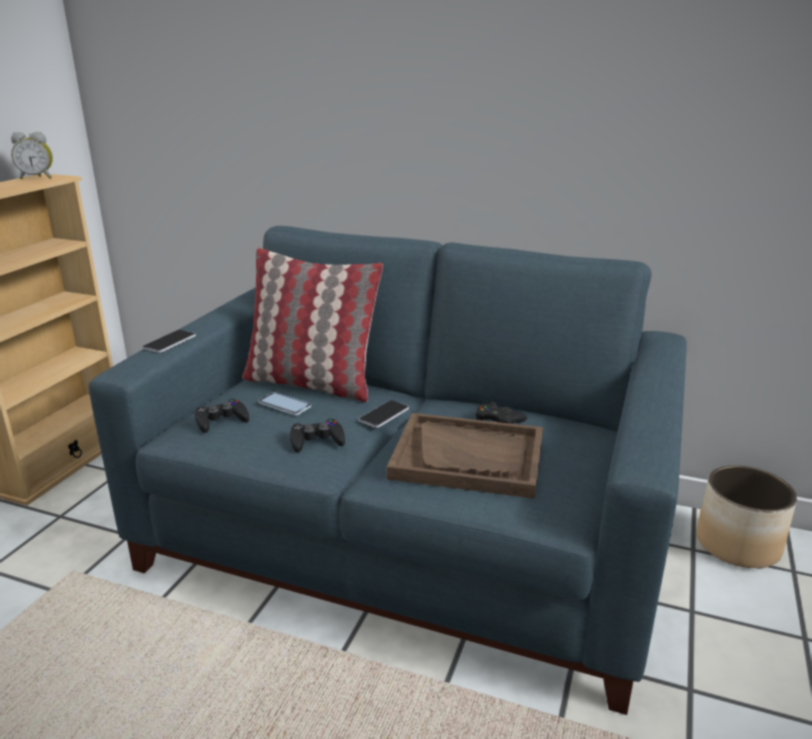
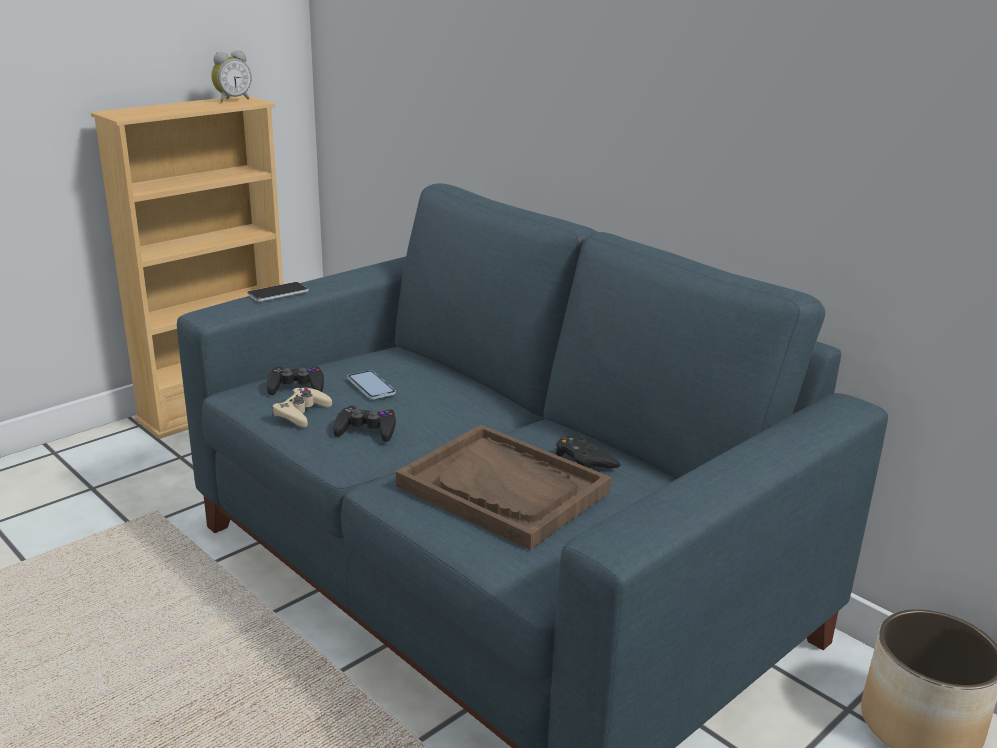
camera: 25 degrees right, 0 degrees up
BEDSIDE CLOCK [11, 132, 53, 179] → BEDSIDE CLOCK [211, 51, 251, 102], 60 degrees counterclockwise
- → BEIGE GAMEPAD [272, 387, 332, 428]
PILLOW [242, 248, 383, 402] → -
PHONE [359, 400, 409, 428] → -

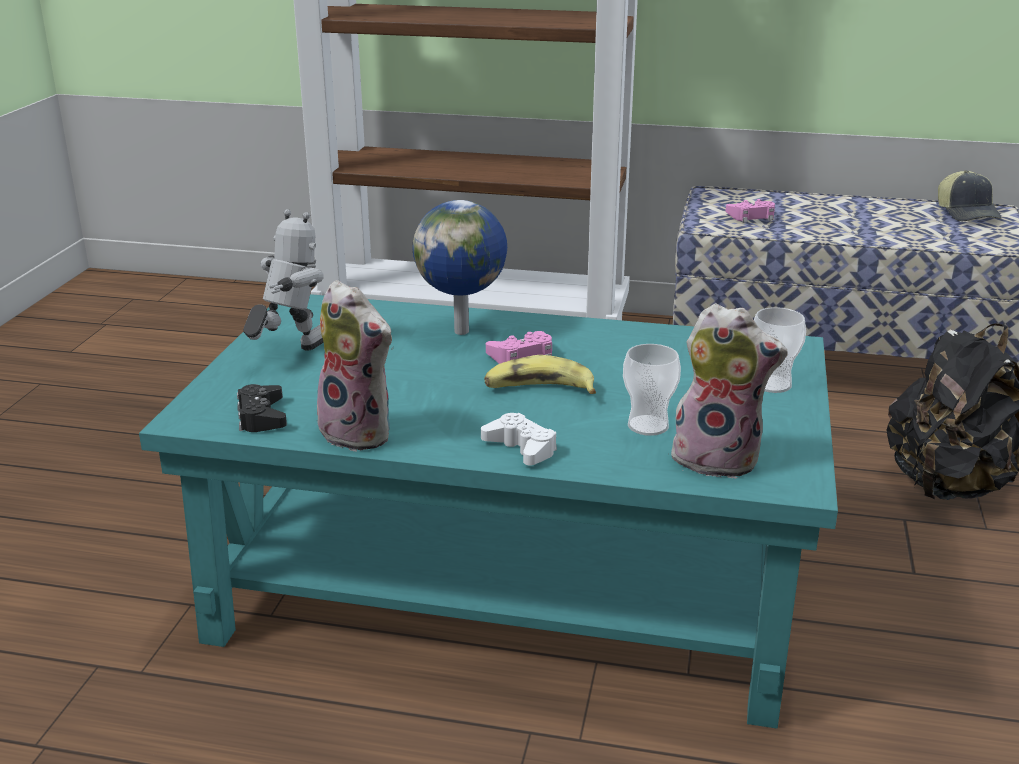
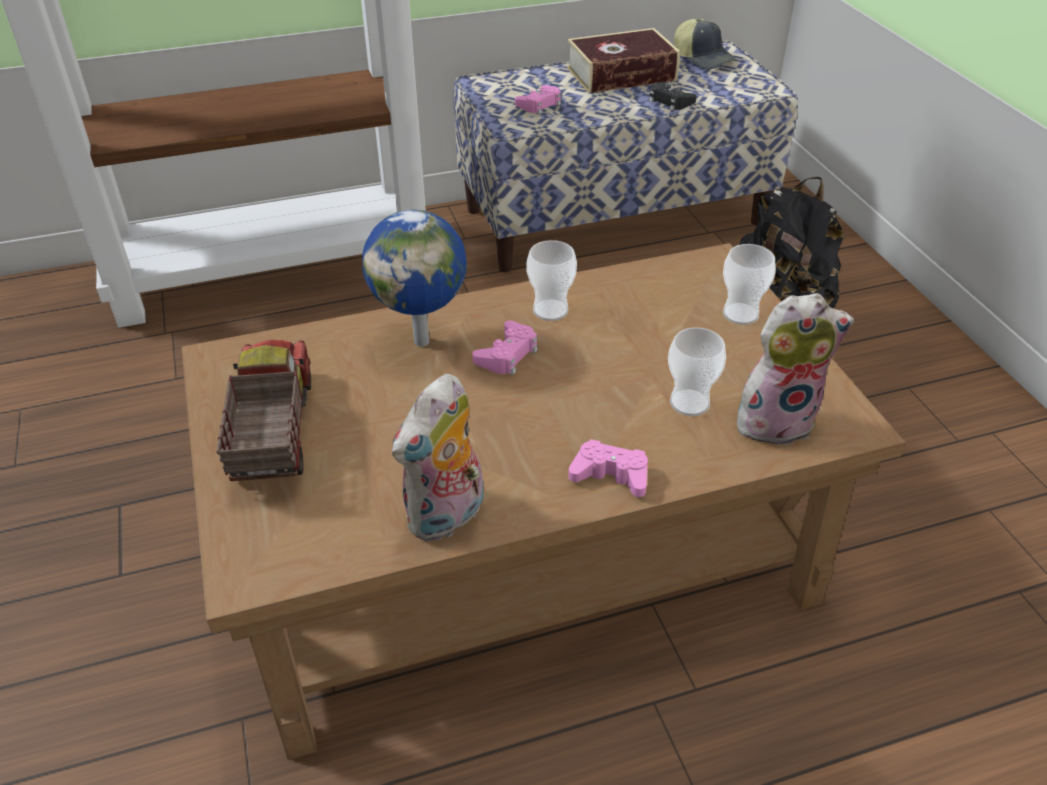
camera: 30 degrees left, 15 degrees up
TURQUOISE-COLOURED LOUNGE TABLE [139, 294, 838, 728] → BROWN-COLOURED LOUNGE TABLE [182, 243, 906, 760]
TOY ROBOT [243, 209, 324, 351] → TOY LORRY [216, 340, 311, 481]
PLUSH TOY [314, 280, 393, 451] → PLUSH TOY [392, 374, 484, 542], 120 degrees clockwise
- → DRINKING CUP [526, 240, 577, 321]
- → VOLUME [567, 28, 680, 93]
WHITE GAMEPAD [481, 413, 557, 465] → PINK-COLOURED GAMEPAD [568, 439, 648, 497]
BLACKISH GAMEPAD [237, 384, 287, 432] → BLACKISH GAMEPAD [649, 82, 697, 111], moved
BANANA [484, 355, 596, 394] → -

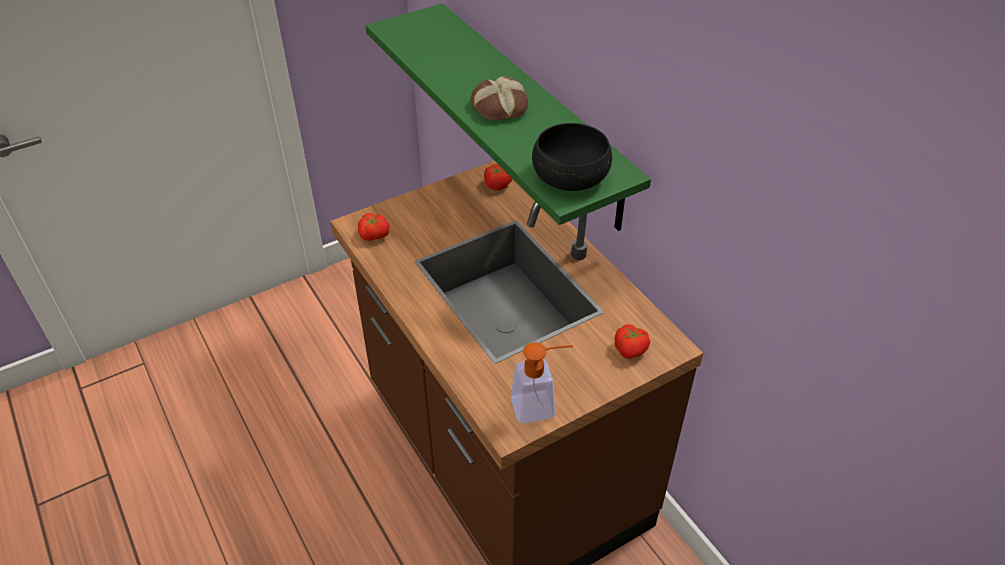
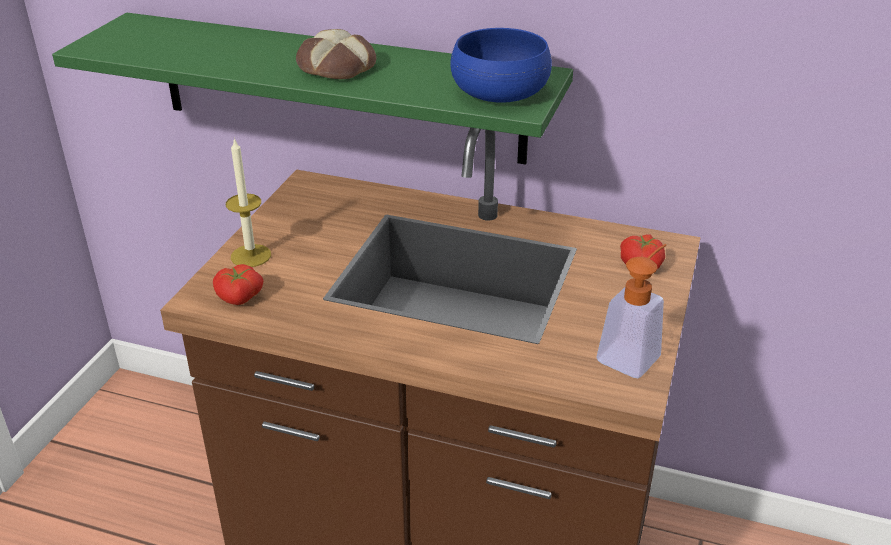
camera: 40 degrees left, 10 degrees down
- → WAX LIGHT [226, 137, 271, 267]
BLACKISH DEEP DISH [532, 123, 612, 191] → BLUISH DEEP DISH [450, 28, 552, 103]
WHOLE TOMATO [484, 164, 513, 190] → -

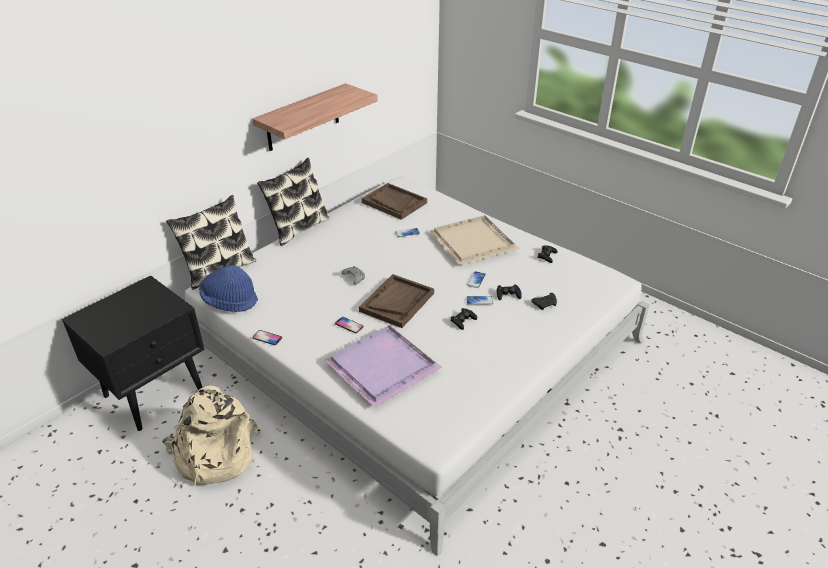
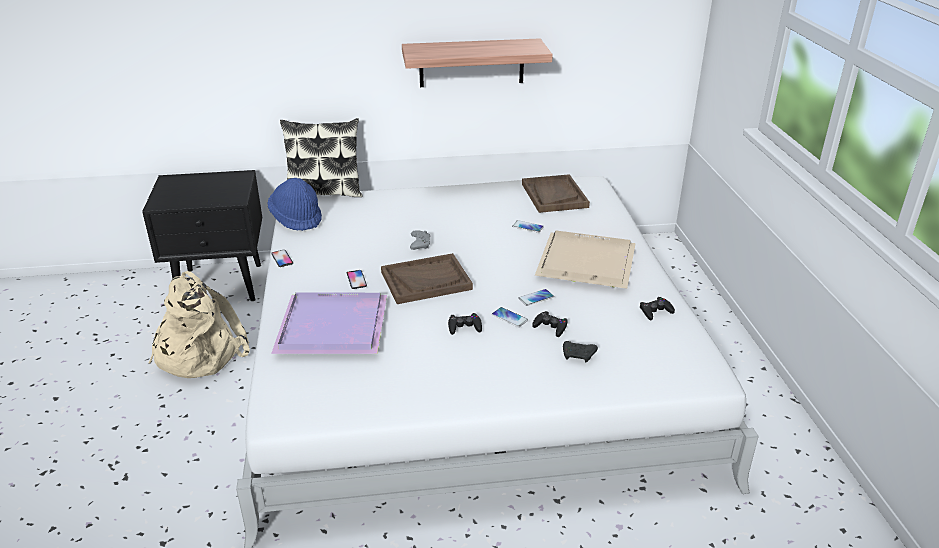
camera: 40 degrees right, 5 degrees down
PILLOW [257, 158, 330, 246] → -

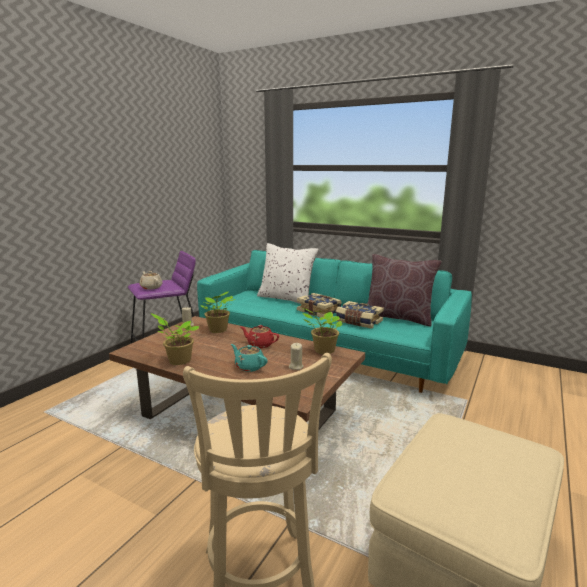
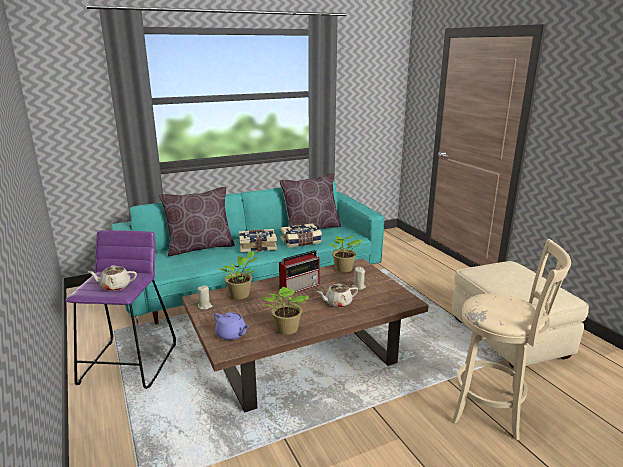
camera: 55 degrees left, 5 degrees up
WHITE PILLOW [257, 243, 319, 304] → BROWN-COLOURED PILLOW [159, 187, 235, 256]
- → PURPLE-COLOURED POT FOR TEA [214, 312, 249, 340]
RED-COLOURED POT FOR TEA [240, 325, 279, 348] → RADIO [279, 250, 320, 293]
TURQUOISE-COLOURED POT FOR TEA [231, 344, 268, 372] → BEIGE POT FOR TEA [317, 284, 358, 308]

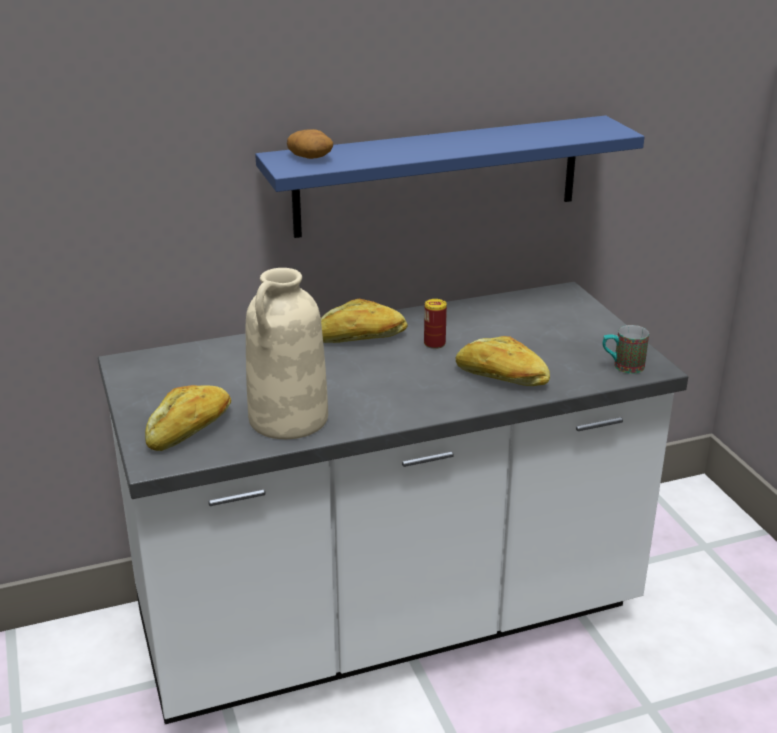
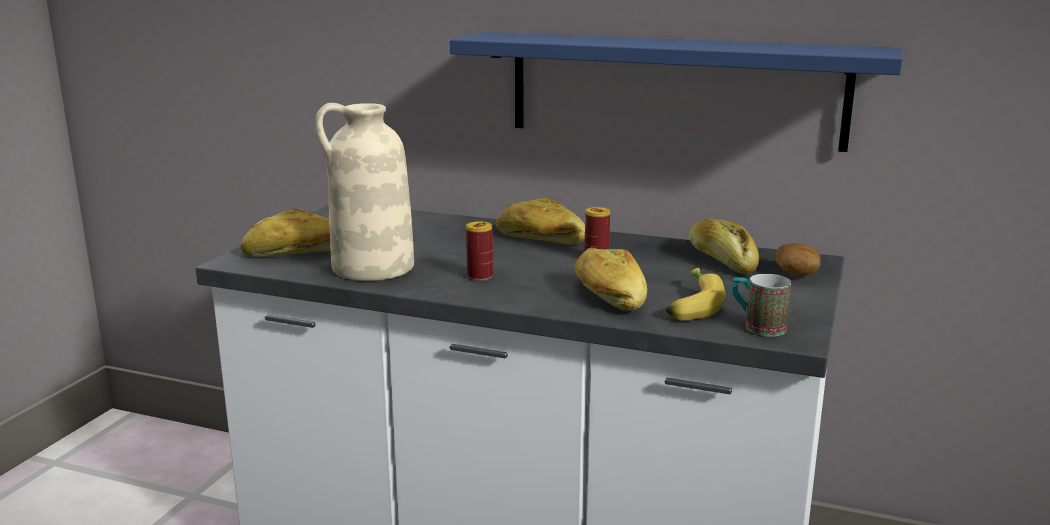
camera: 40 degrees right, 10 degrees down
- → SEALED CAN [466, 221, 493, 281]
- → BANANA [666, 268, 726, 320]
- → BREAD [689, 218, 759, 274]
POTATO [287, 129, 333, 159] → POTATO [775, 243, 820, 275], moved

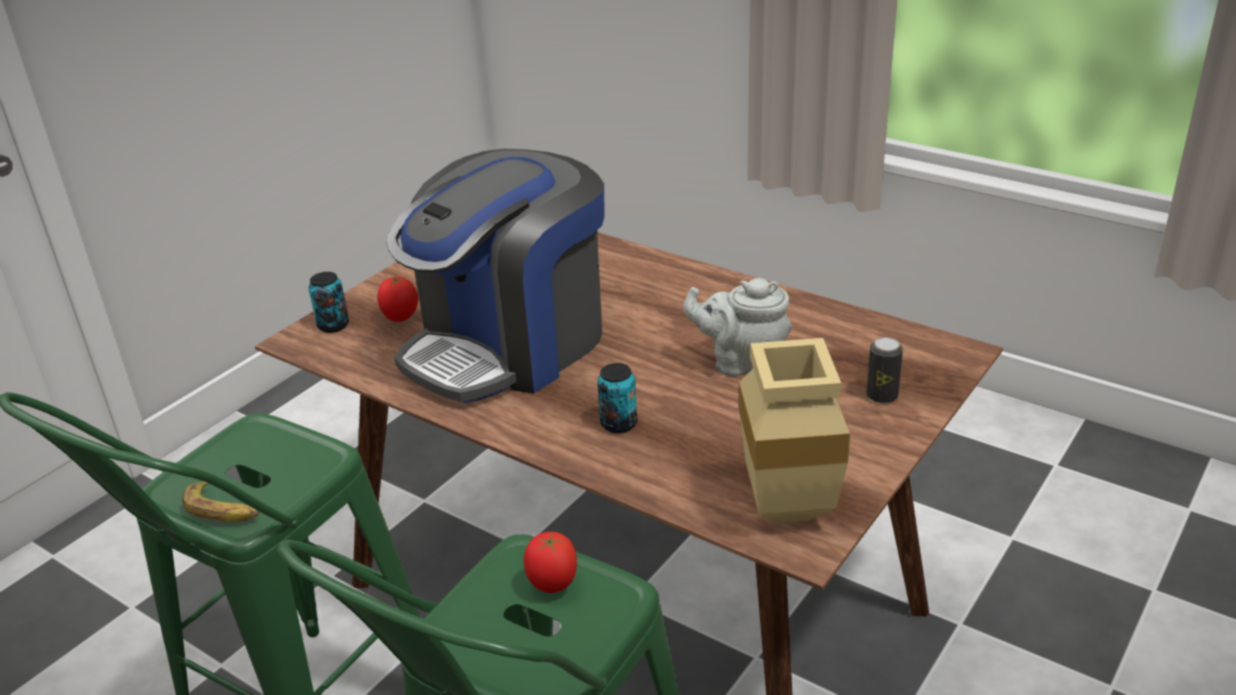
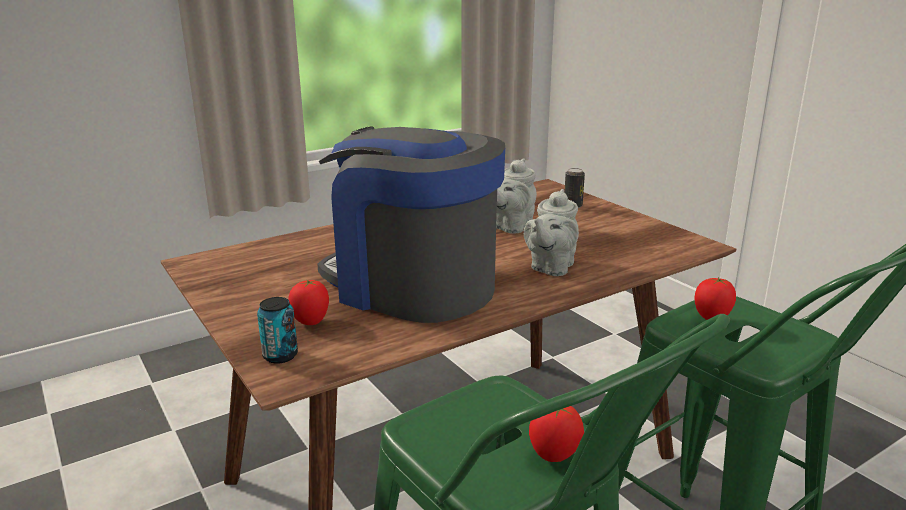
camera: 70 degrees left, 10 degrees down
COFFEE MAKER [386, 149, 605, 403] → COFFEE MAKER [317, 126, 505, 323], 150 degrees clockwise
SEALED CAN [597, 363, 637, 433] → GREYISH POT FOR TEA [524, 189, 579, 276]
BANANA [182, 482, 259, 522] → WHOLE TOMATO [529, 406, 584, 462]
BEIGE VASE [739, 338, 850, 523] → -

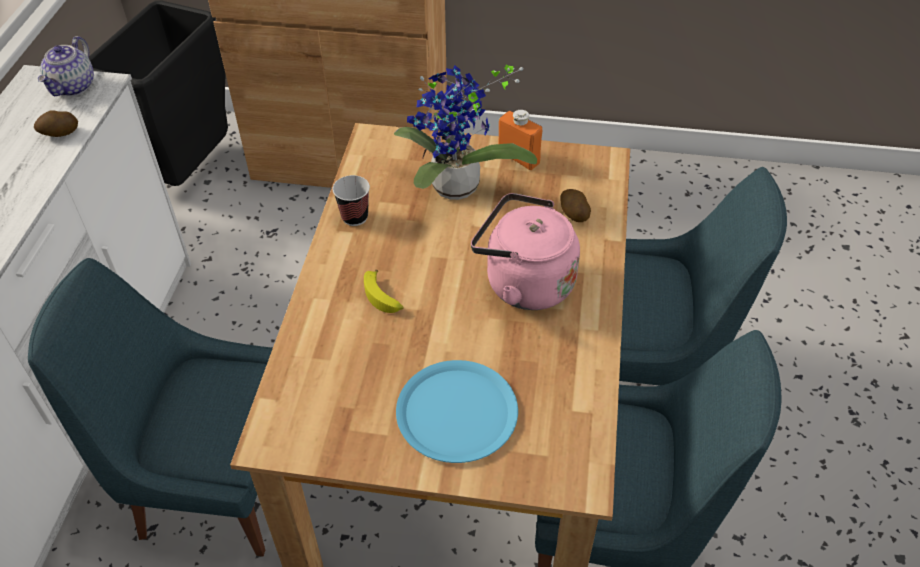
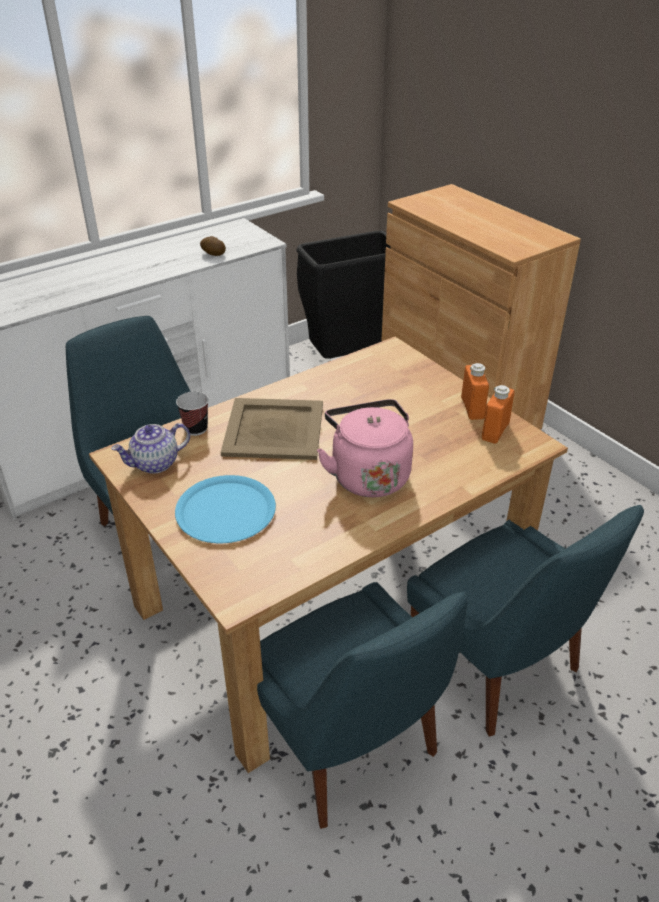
camera: 45 degrees right, 10 degrees down
POT FOR TEA [38, 36, 94, 96] → POT FOR TEA [111, 423, 190, 474], moved
DRINKING CUP [332, 175, 370, 226] → DRINKING CUP [176, 391, 209, 436], moved
BANANA [364, 269, 403, 313] → BEIGE CARRYING TRAY [221, 398, 323, 460]
- → ORANGEY BOTTLE [482, 385, 515, 444]
PLANT IN A POT [394, 64, 537, 200] → -
POTATO [560, 189, 591, 222] → -

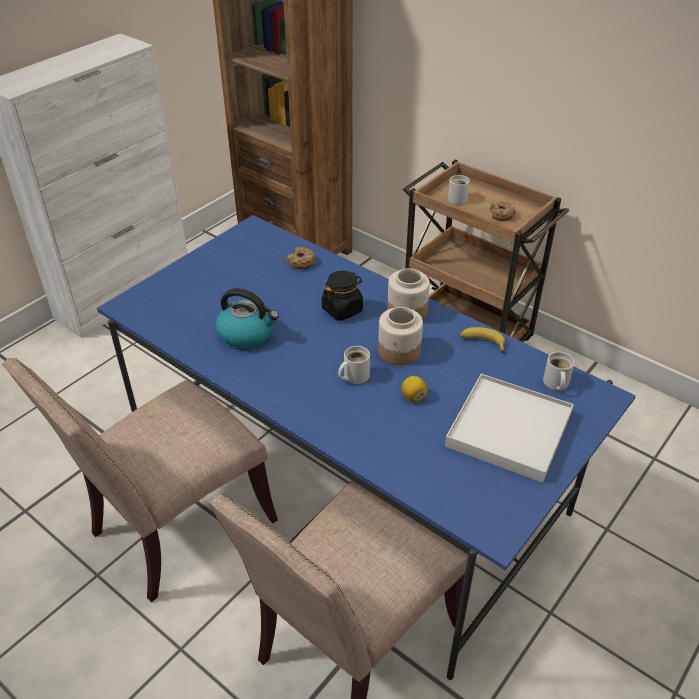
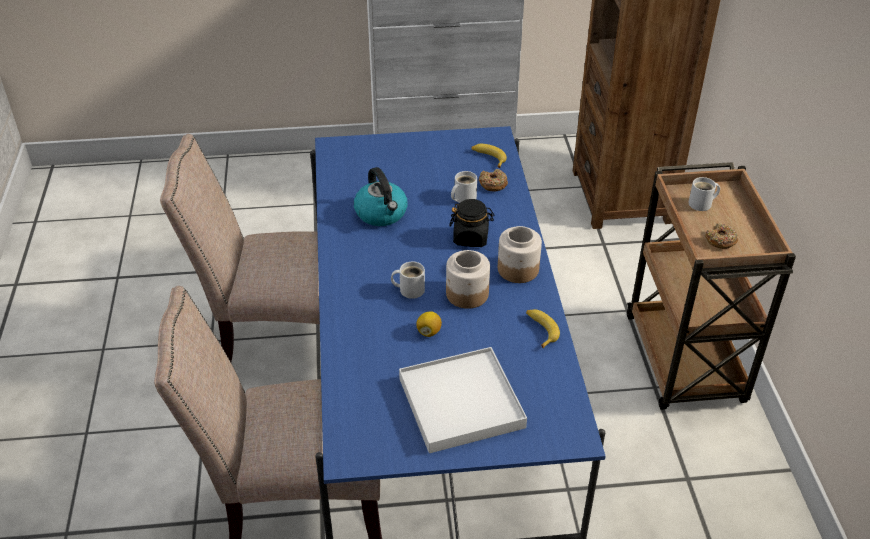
camera: 45 degrees right, 0 degrees up
WHITE MUG [543, 352, 575, 391] → WHITE MUG [451, 171, 477, 203], moved
- → BANANA [471, 144, 507, 168]

